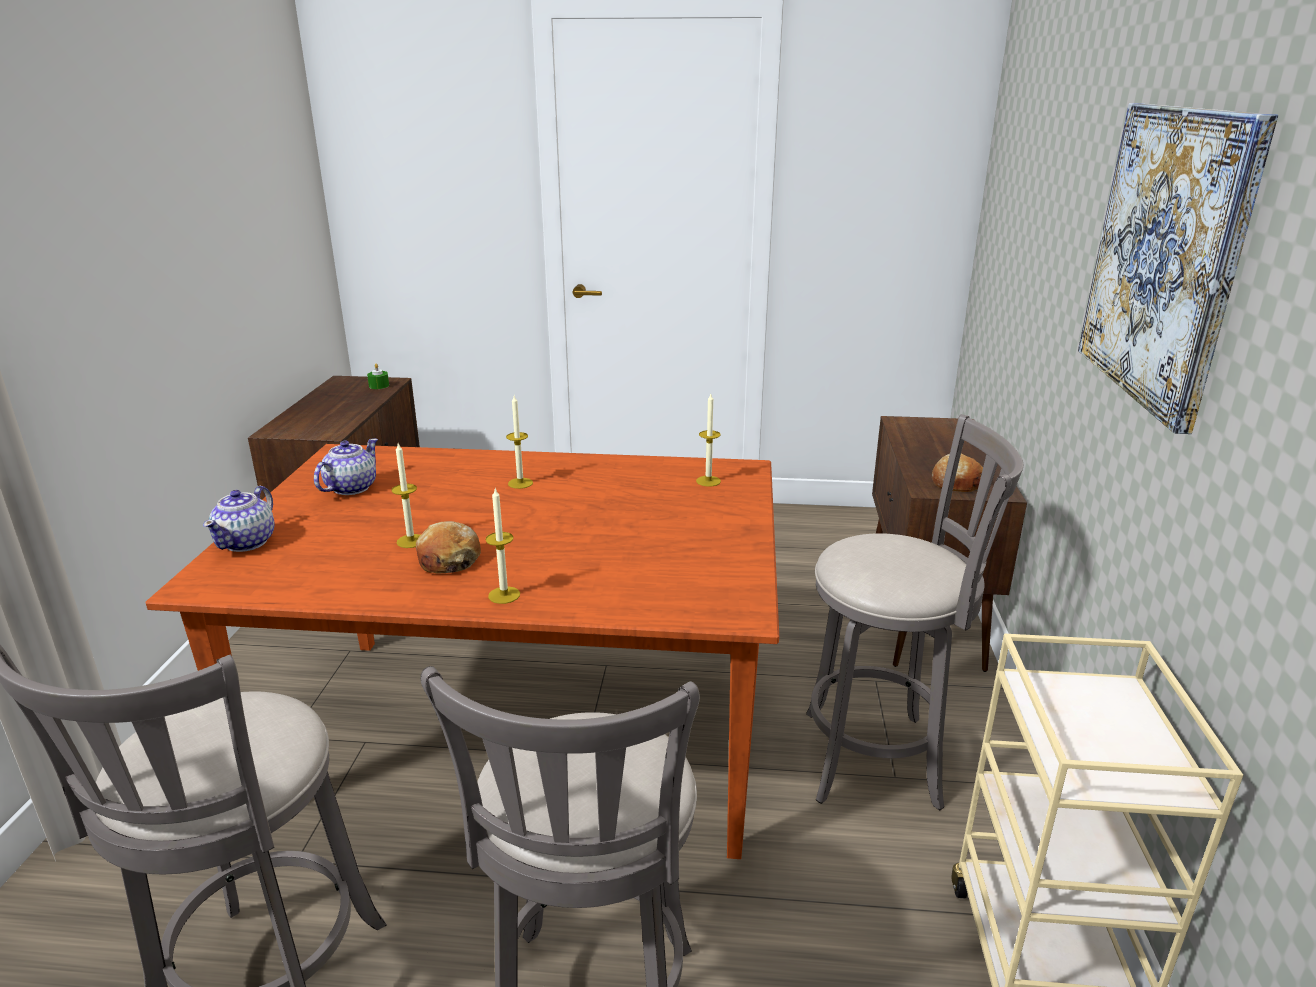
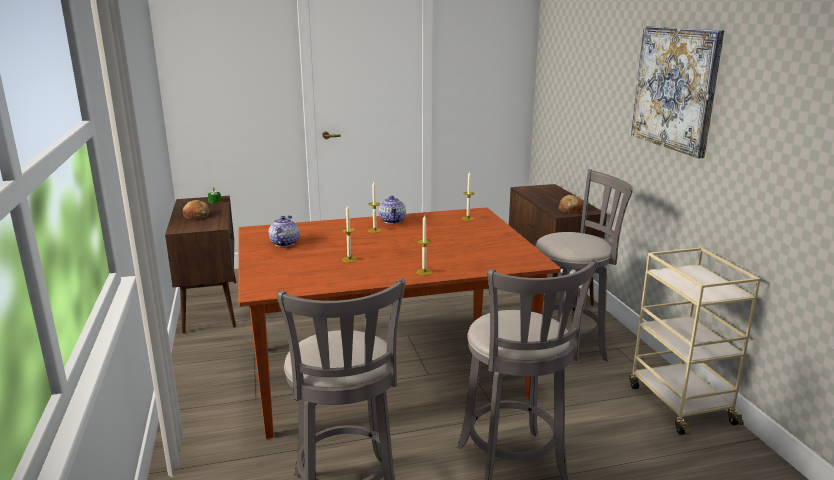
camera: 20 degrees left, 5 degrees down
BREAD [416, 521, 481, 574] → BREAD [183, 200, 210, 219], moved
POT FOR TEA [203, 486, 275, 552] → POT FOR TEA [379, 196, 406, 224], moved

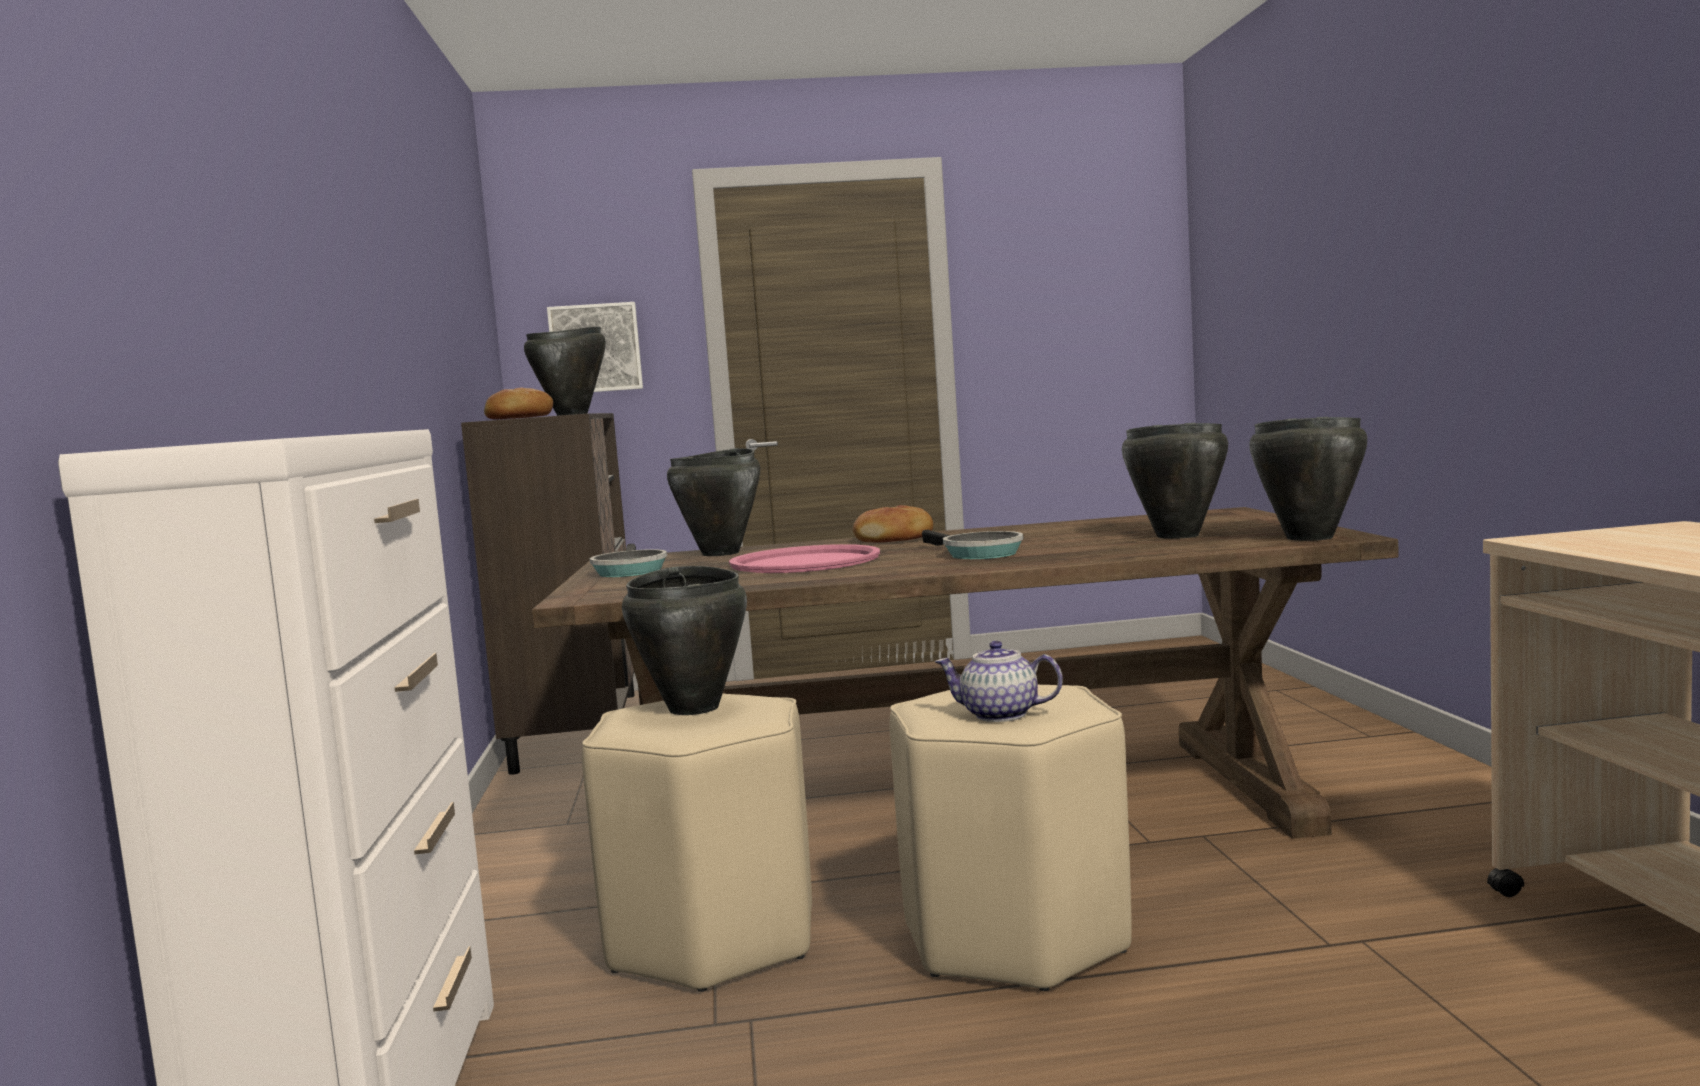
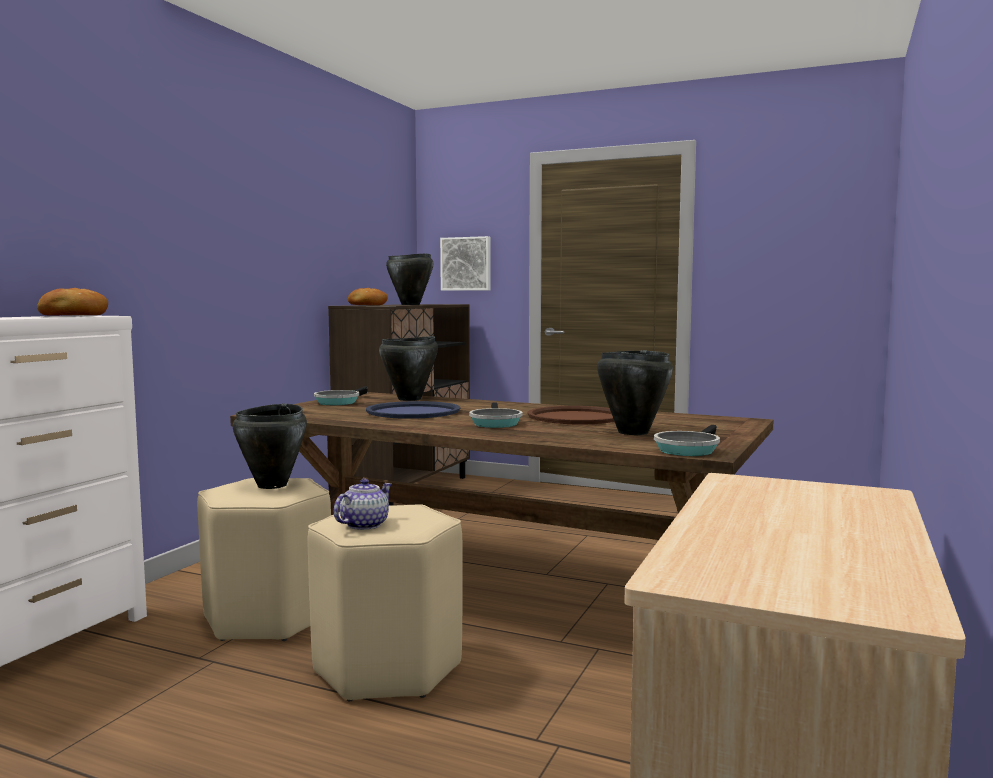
camera: 30 degrees right, 0 degrees up
BREAD [853, 505, 933, 543] → BREAD [37, 288, 108, 315], moved
POT FOR TEA [935, 641, 1063, 722] → POT FOR TEA [334, 479, 392, 530], 75 degrees clockwise
PINK-COLOURED CARRYING TRAY [729, 544, 880, 573] → BLUISH CARRYING TRAY [366, 401, 460, 419]
- → BROWN-COLOURED CARRYING TRAY [527, 406, 615, 425]
BLACKISH STOCKPOT [1249, 417, 1367, 541] → FRYING PAN [654, 425, 720, 456]

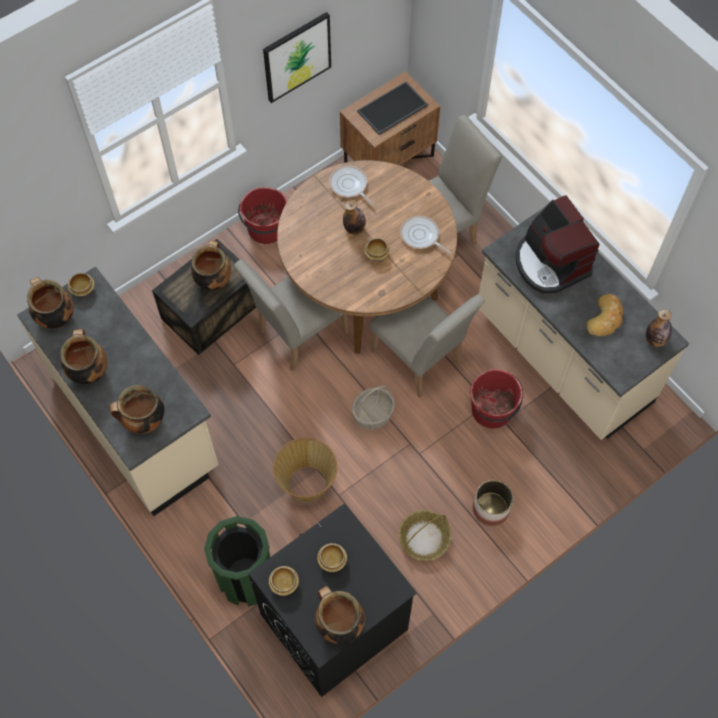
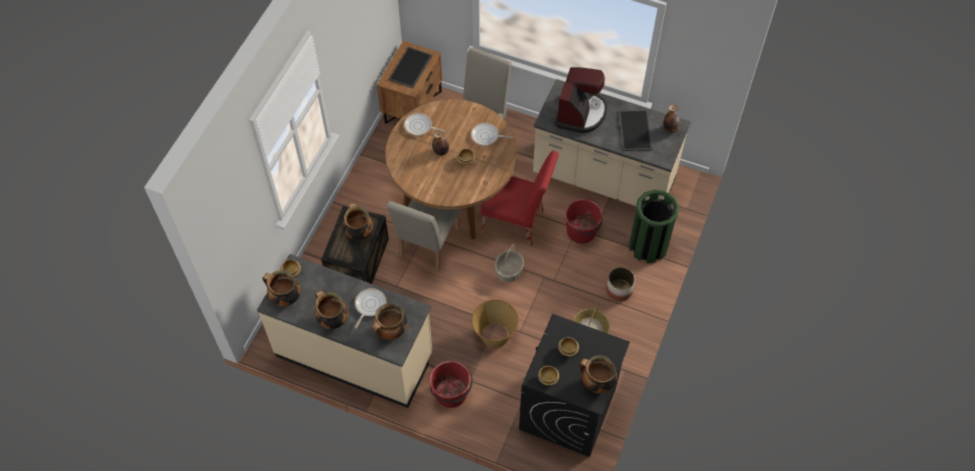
camera: 30 degrees left, 5 degrees down
- → FRYING PAN [354, 288, 386, 328]
RED-COLOURED PAIL [238, 187, 287, 244] → RED-COLOURED PAIL [430, 361, 473, 408], moved
BEIGE UPRIGHT CHAIR [370, 294, 485, 398] → RED-COLOURED UPRIGHT CHAIR [481, 151, 559, 246]
COFFEE MAKER [516, 195, 600, 294] → COFFEE MAKER [555, 67, 607, 133], 105 degrees counterclockwise
BREAD [587, 294, 623, 336] → CARRYING TRAY [618, 110, 652, 151]
GREENISH WASTE BIN [204, 516, 270, 607] → GREENISH WASTE BIN [629, 190, 679, 263], moved
PICTURE [263, 12, 331, 103] → -

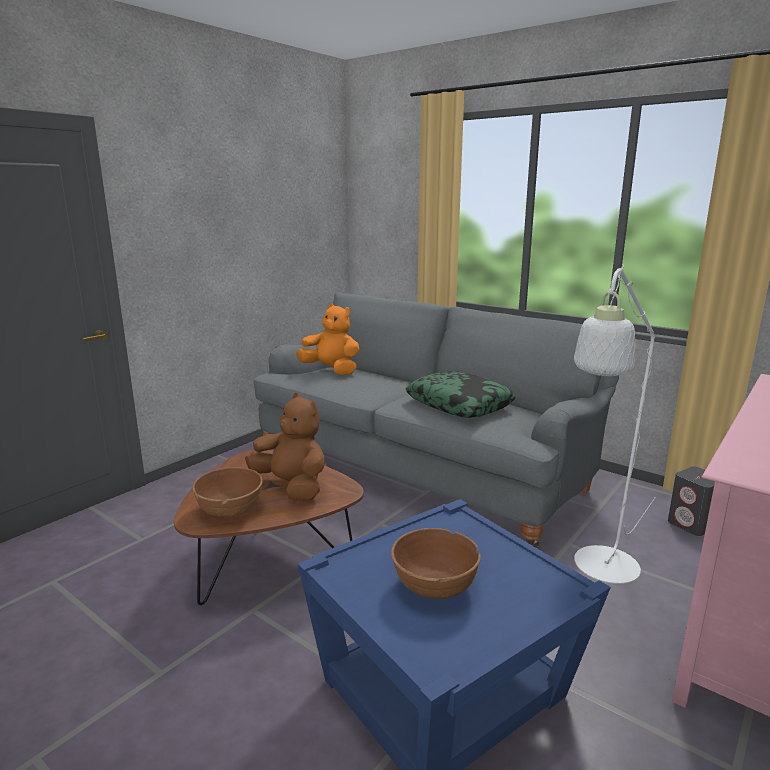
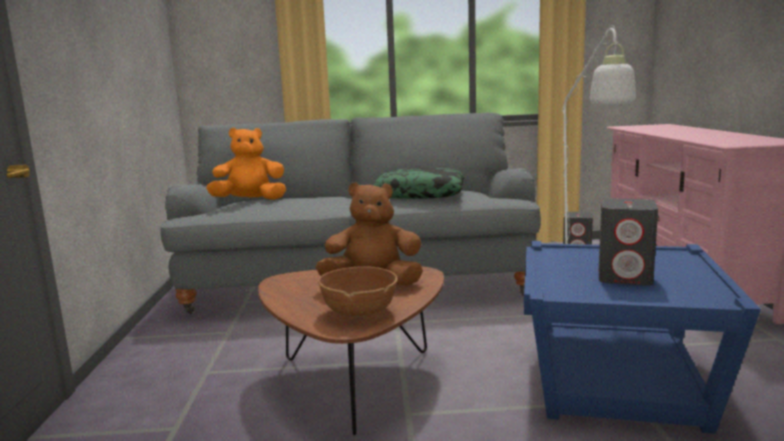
camera: 40 degrees left, 5 degrees down
BROWN-COLOURED DEEP DISH [391, 528, 481, 599] → GREYISH SPEAKER [599, 198, 658, 286]

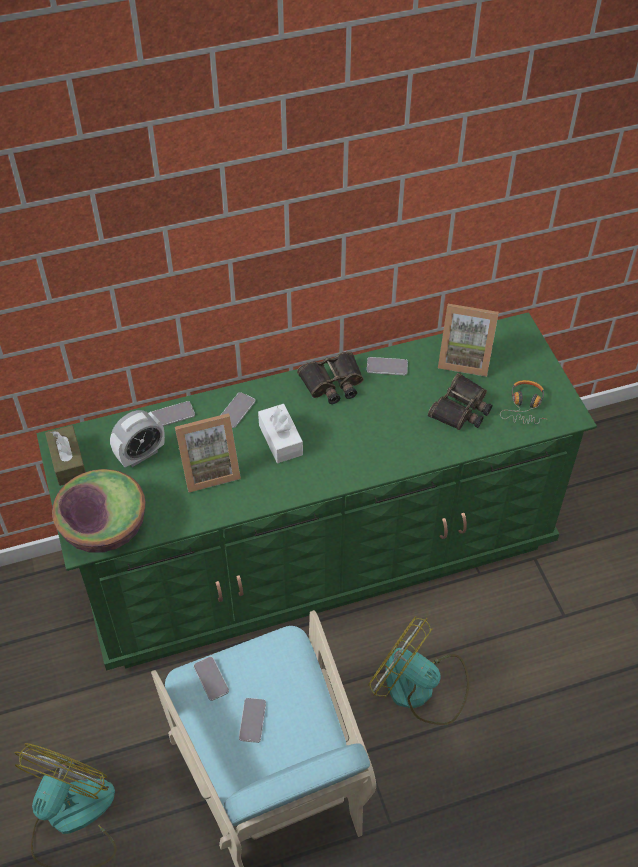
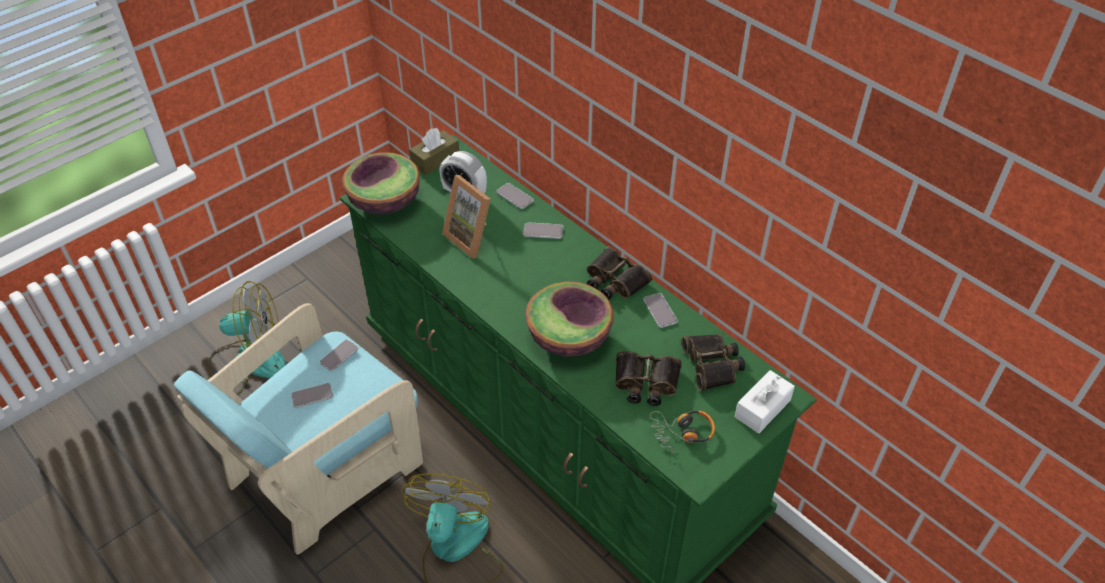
camera: 65 degrees right, 5 degrees down
- → DEEP DISH [525, 281, 614, 357]
PICTURE FRAME [438, 304, 499, 377] → PAIR OF BINOCULARS [682, 334, 745, 391]
WHITE TISSUE HOLDER [258, 404, 303, 463] → WHITE TISSUE HOLDER [735, 370, 795, 434], moved

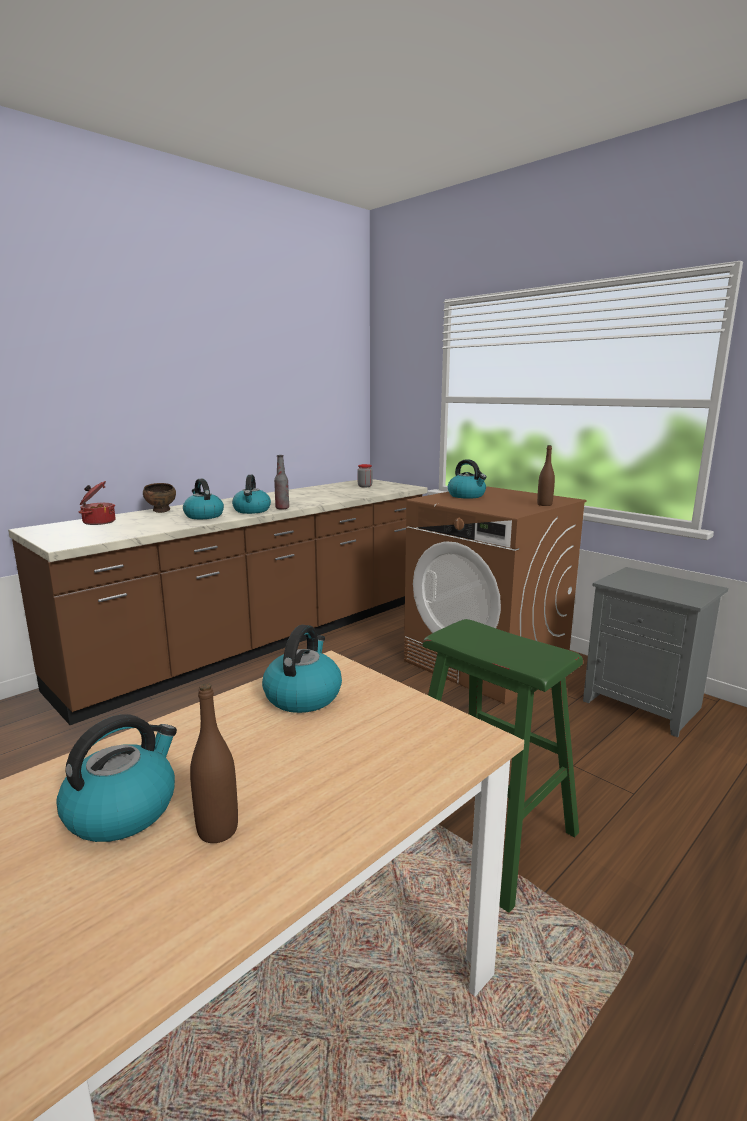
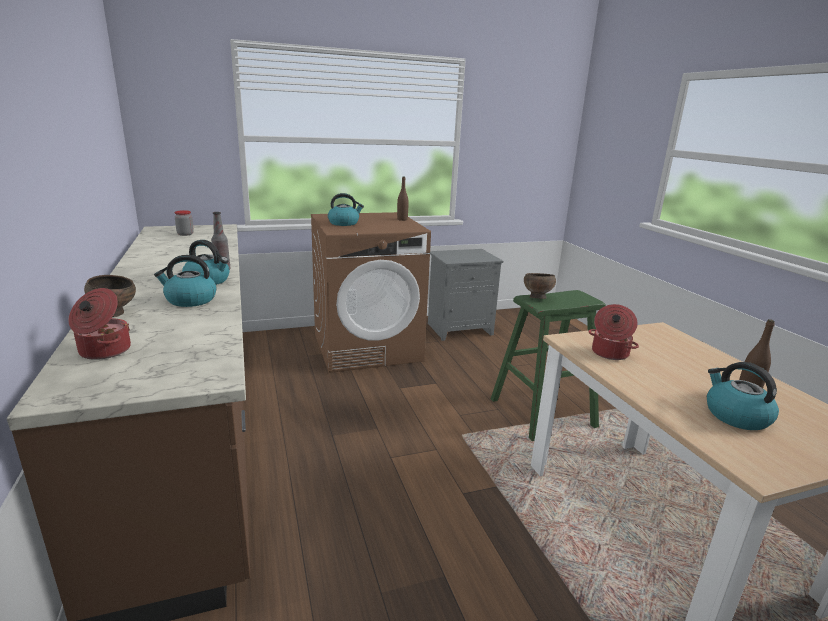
camera: 65 degrees left, 5 degrees up
- → BROWN-COLOURED DEEP DISH [524, 273, 556, 299]
KETTLE [262, 625, 342, 713] → STOCKPOT [588, 304, 639, 360]

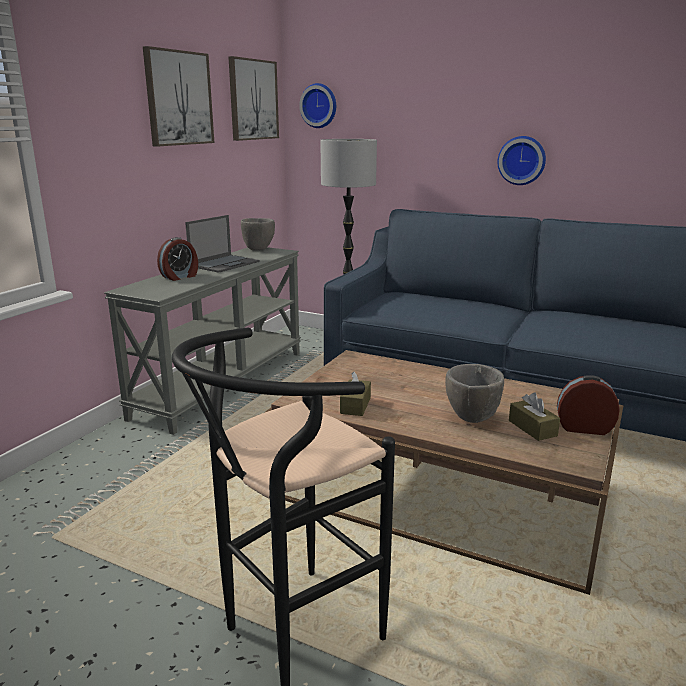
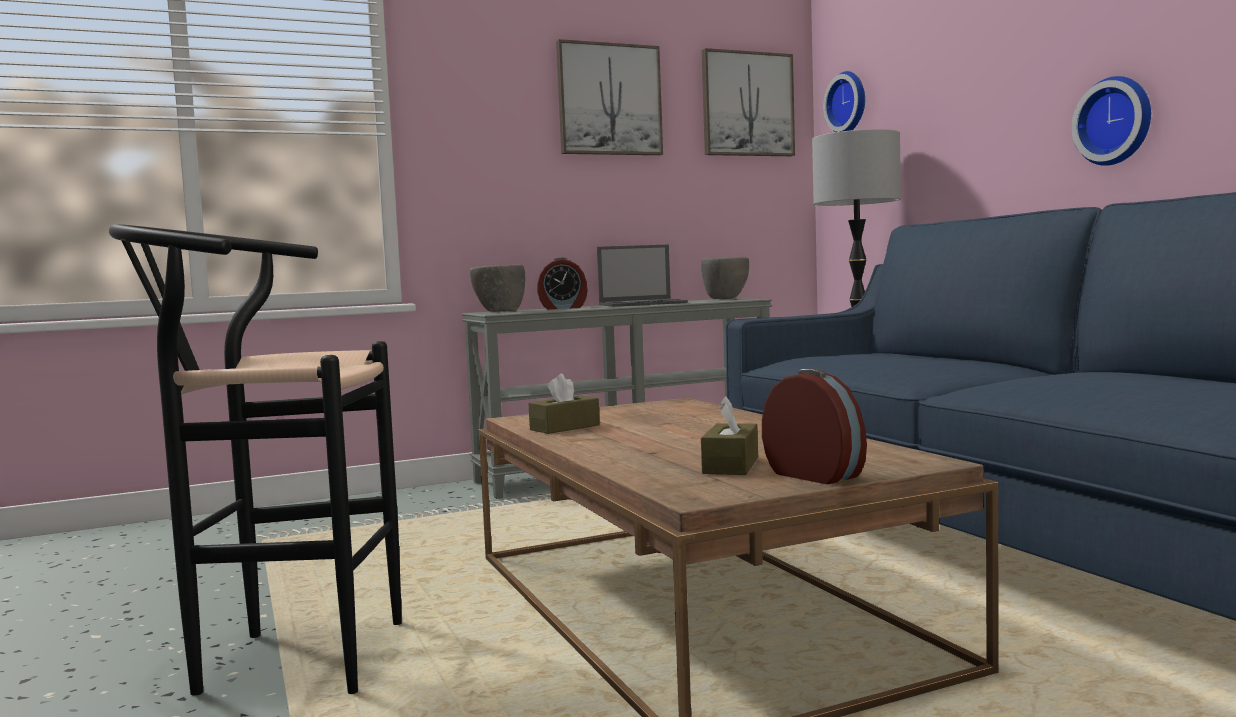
camera: 40 degrees right, 15 degrees down
GREYISH DEEP DISH [445, 364, 504, 423] → GREYISH DEEP DISH [470, 265, 525, 312], moved

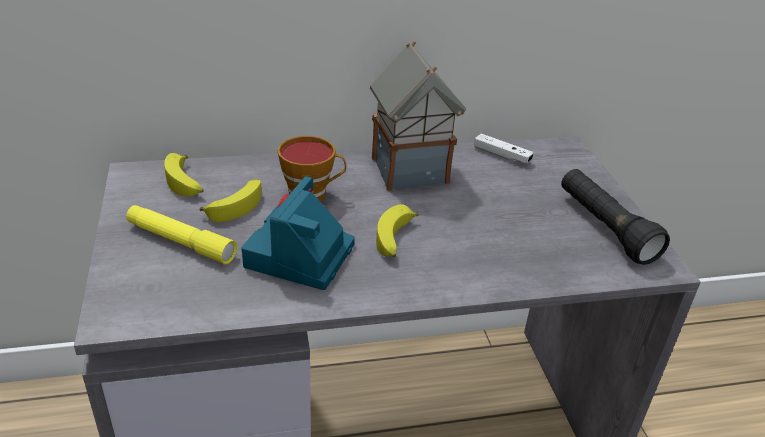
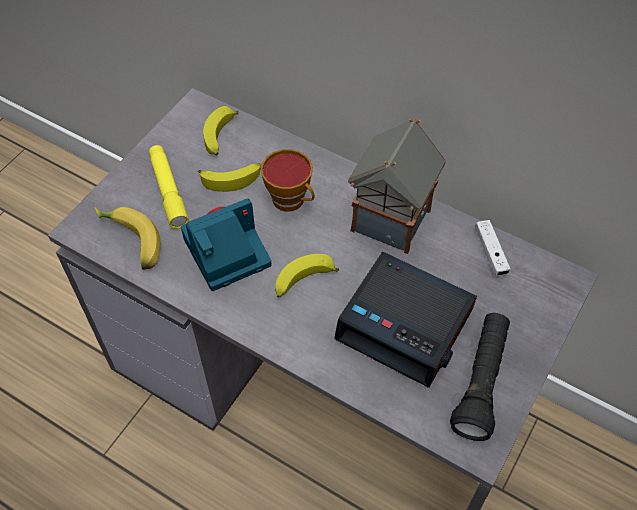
camera: 45 degrees right, 20 degrees up
- → BANANA [95, 207, 161, 270]
- → BEDSIDE CLOCK [334, 252, 477, 388]

